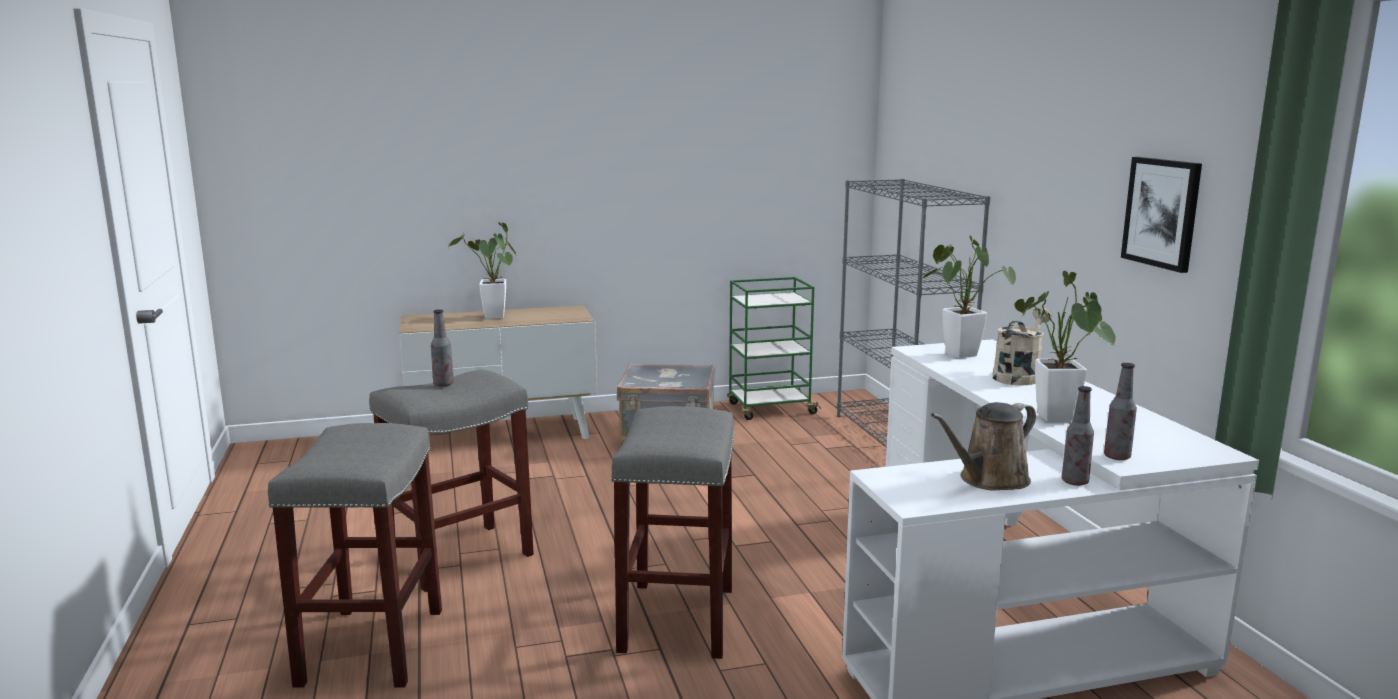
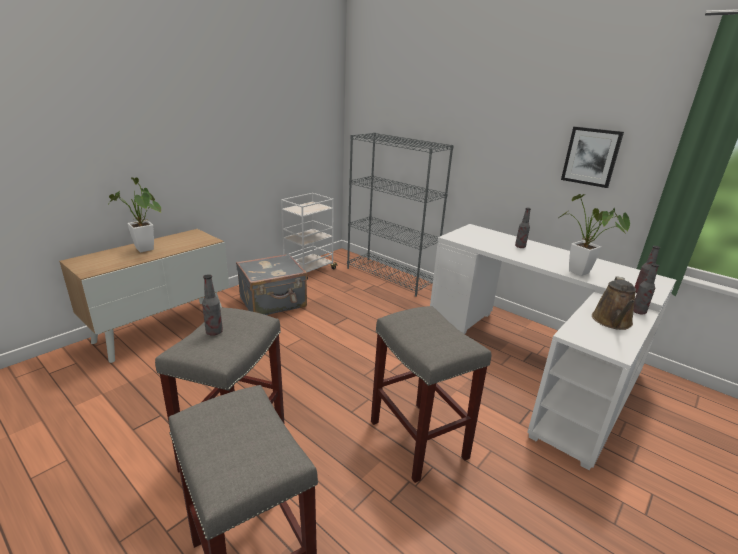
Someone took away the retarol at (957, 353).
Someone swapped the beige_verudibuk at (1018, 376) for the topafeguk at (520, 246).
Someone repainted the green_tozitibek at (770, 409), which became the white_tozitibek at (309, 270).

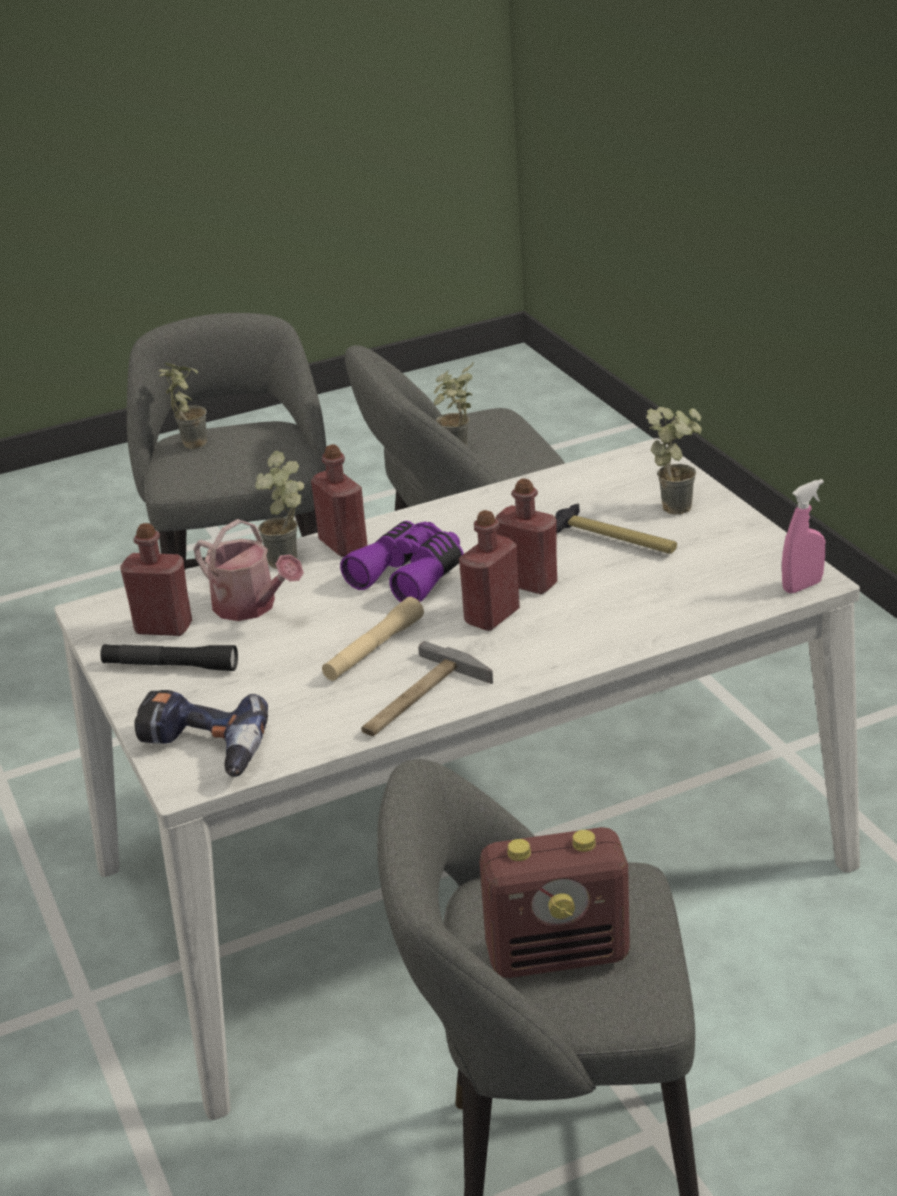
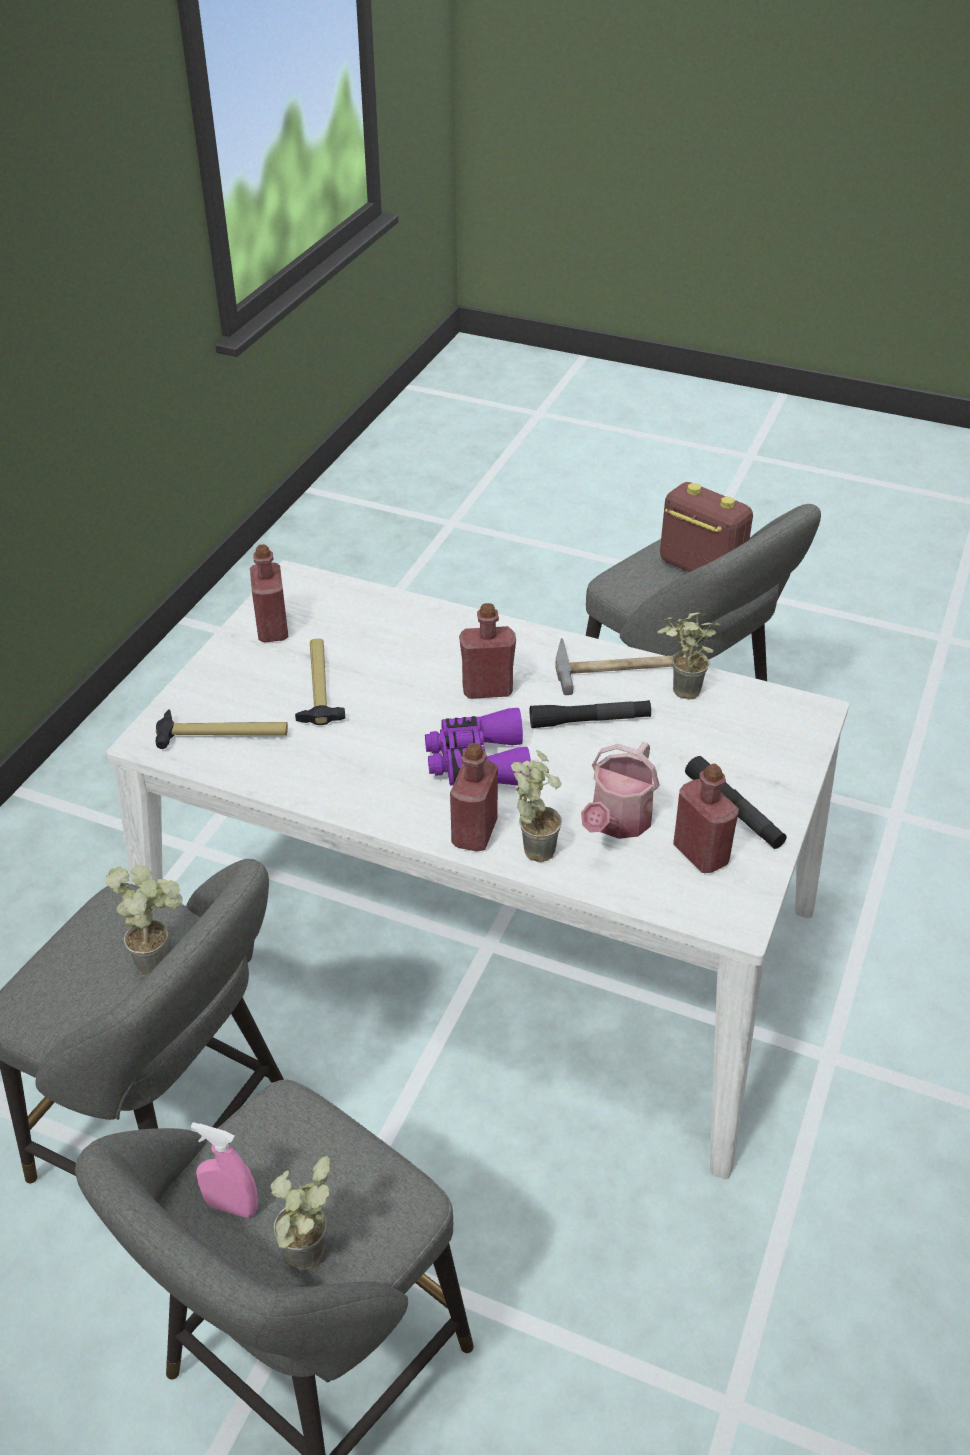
Someone took away the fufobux at (202, 751).
Someone put down the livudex at (223, 735).
Someone carried the red_topafeguk from (528, 583) to (272, 629).
Someone carried the retarol from (677, 504) to (679, 694).
Someone carried the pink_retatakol from (802, 586) to (231, 1206).
Someone repainted the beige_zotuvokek at (374, 649), which became the black_zotuvokek at (589, 721).
Someone rotated the verudibuk at (251, 607) by 150 degrees counterclockwise.

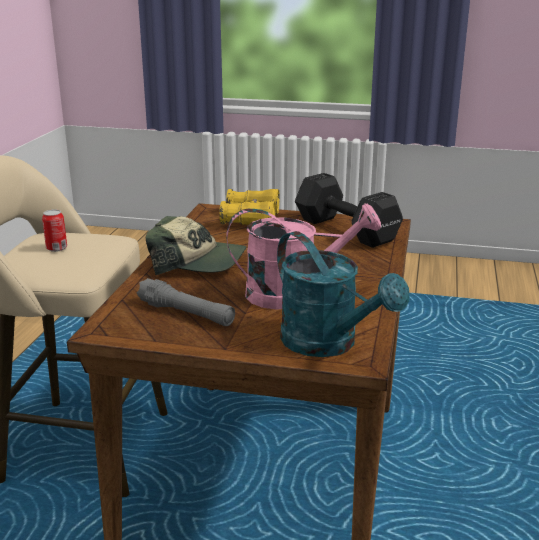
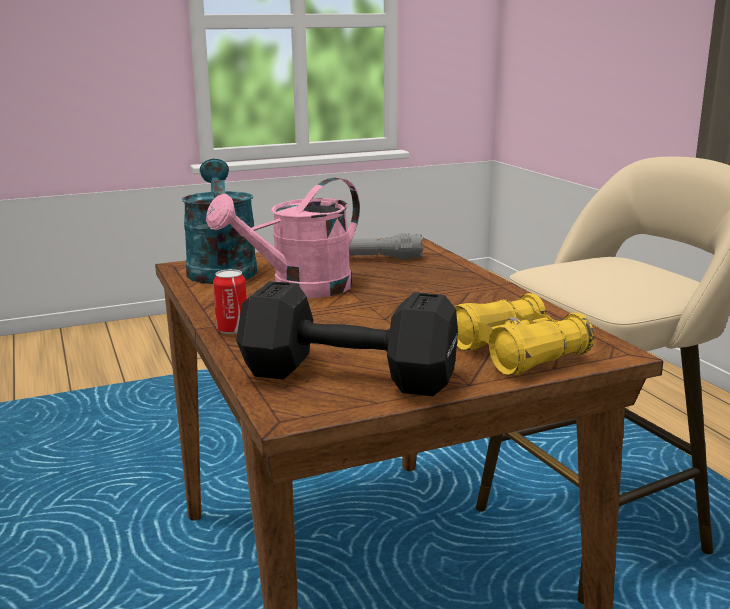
Someone took away the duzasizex at (197, 262).
Someone carried the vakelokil from (56, 248) to (232, 329).
Someone rotated the turquoise_verudibuk at (328, 344) by 60 degrees clockwise.

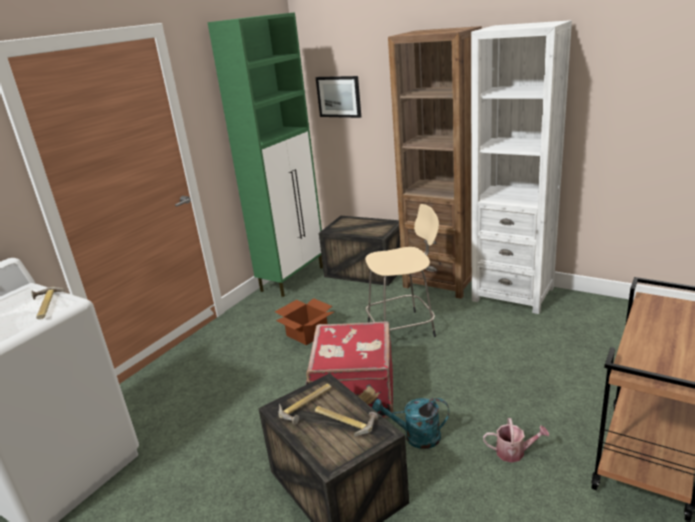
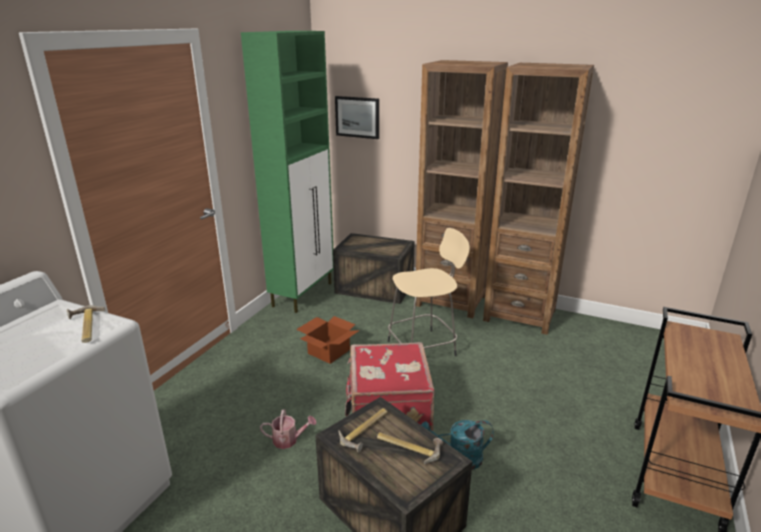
Someone carried the verudibuk from (514, 452) to (289, 440).
Someone repainted the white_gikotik at (513, 294), which became the brown_gikotik at (519, 315).

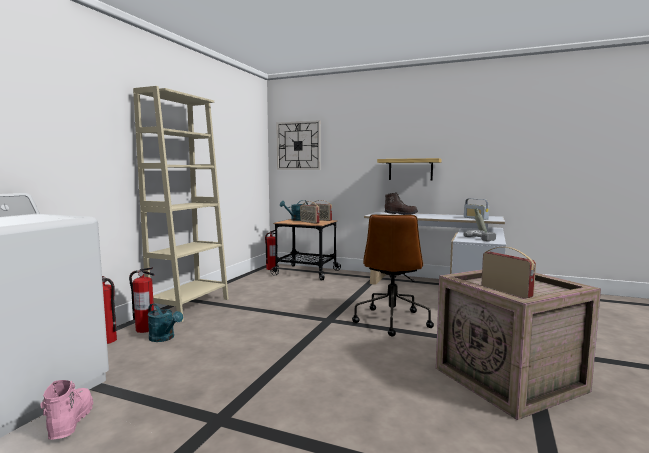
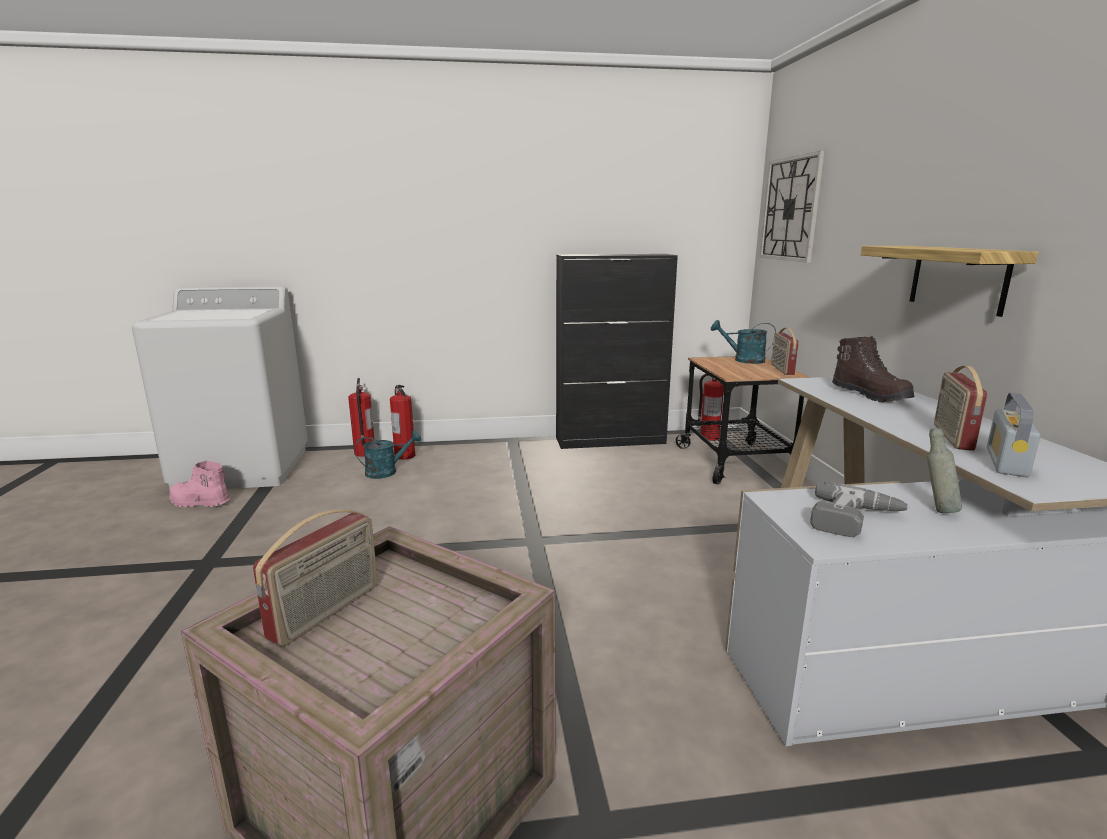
Someone took away the beige_gikotik at (190, 307).
Someone took away the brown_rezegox at (391, 320).
Someone put down the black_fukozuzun at (611, 440).
Someone carried the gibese from (309, 222) to (951, 437).
Someone rotated the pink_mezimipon at (70, 421) by 120 degrees counterclockwise.
Someone rotated the turquoise_verudibuk at (164, 338) by 120 degrees counterclockwise.

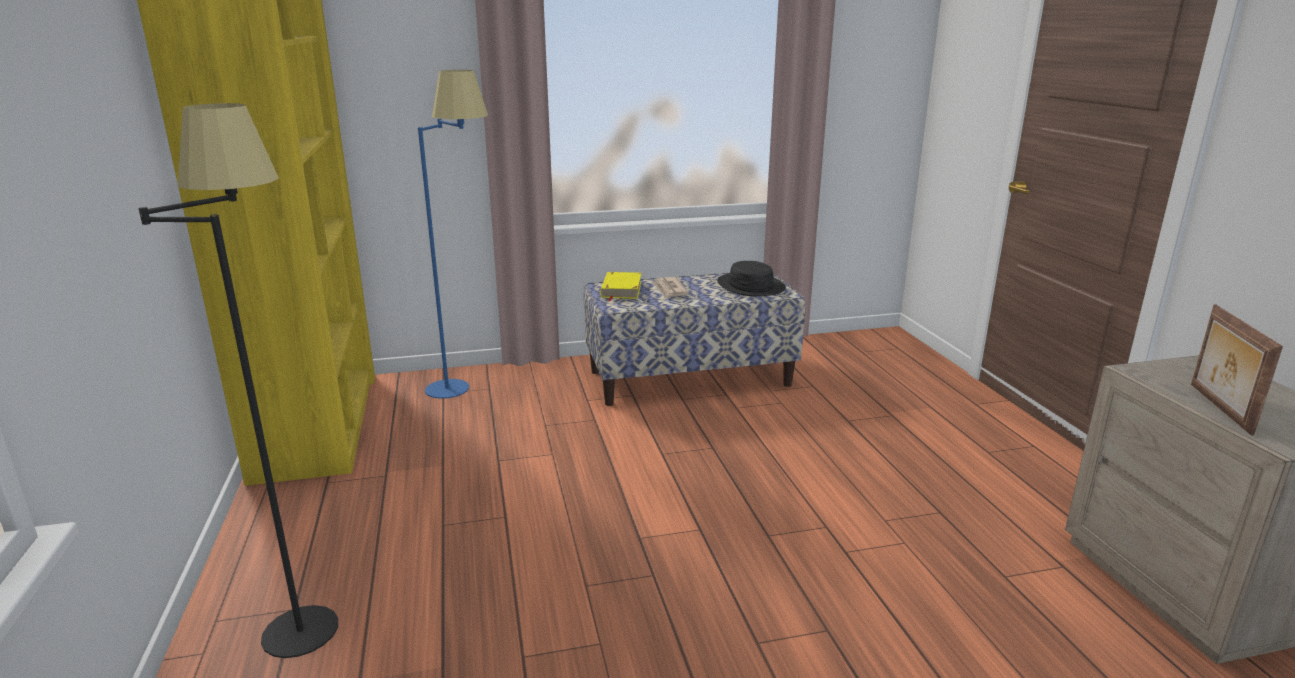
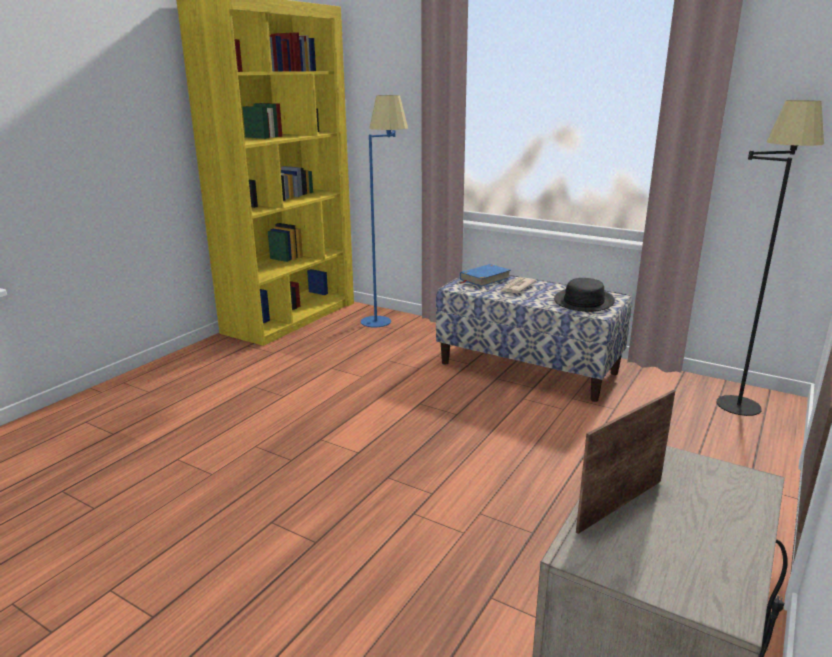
Someone carried the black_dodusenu from (303, 609) to (739, 397).
Someone repainted the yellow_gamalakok at (621, 289), which became the blue_gamalakok at (484, 278).

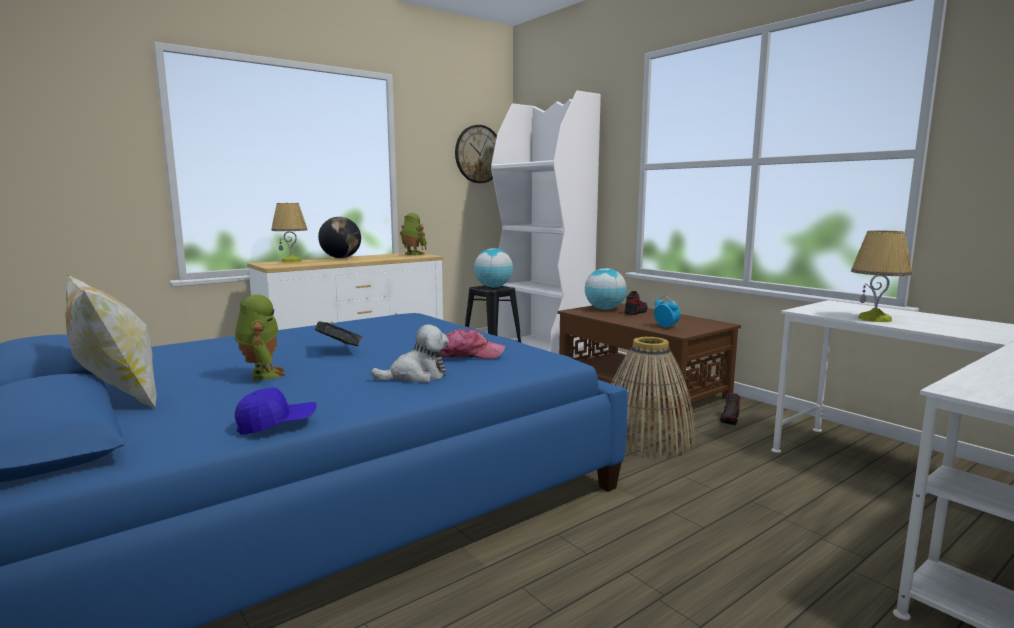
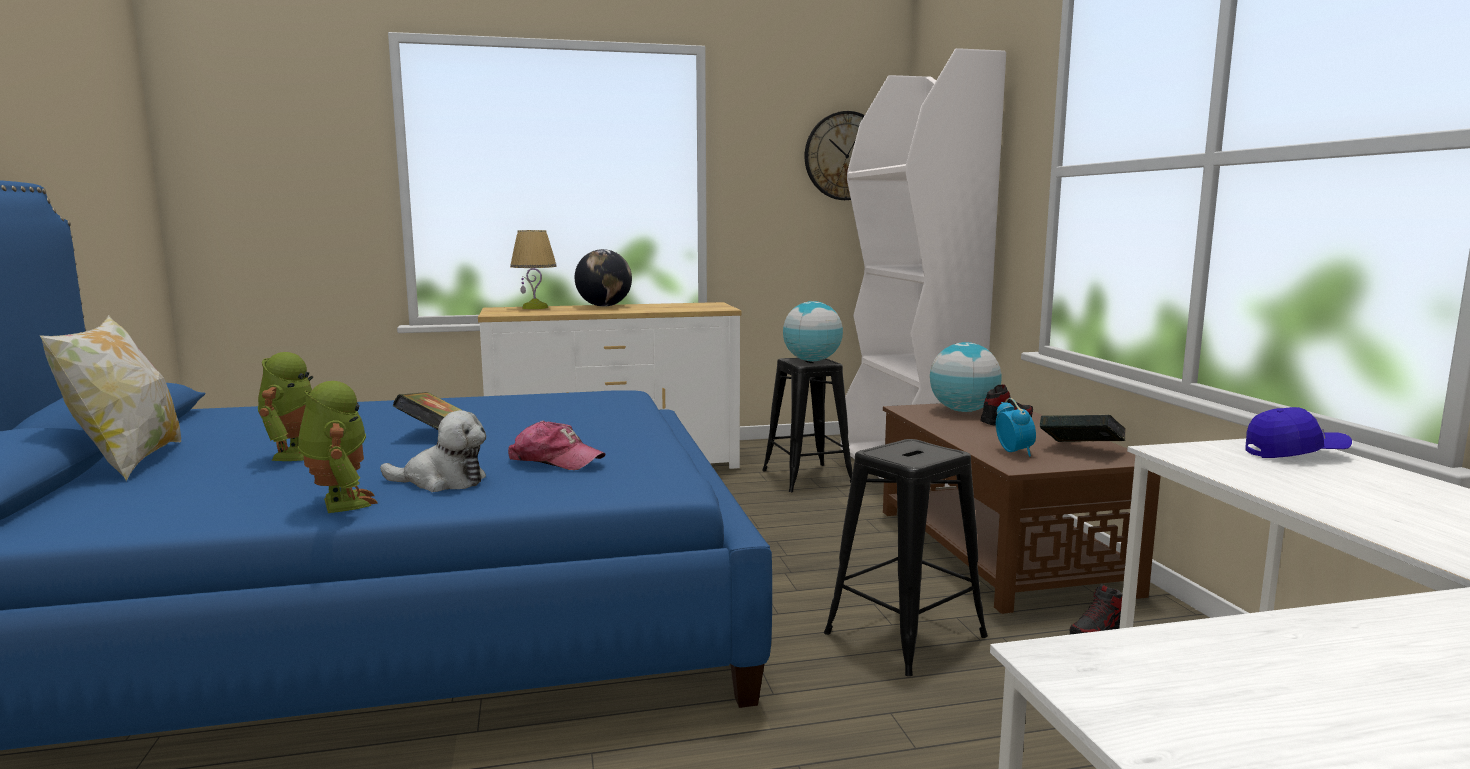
Someone took away the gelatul at (875, 319).
Someone put down the gamalakok at (1080, 450).
Someone carried the blue_duzasizex from (277, 425) to (1294, 454).
Someone carried the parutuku from (413, 254) to (340, 503).
Someone swapped the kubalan at (646, 438) for the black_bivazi at (904, 635).

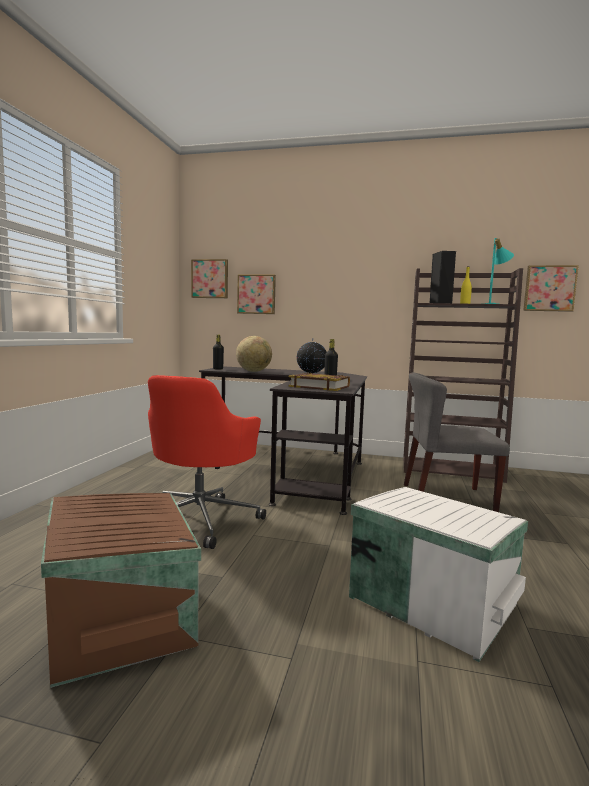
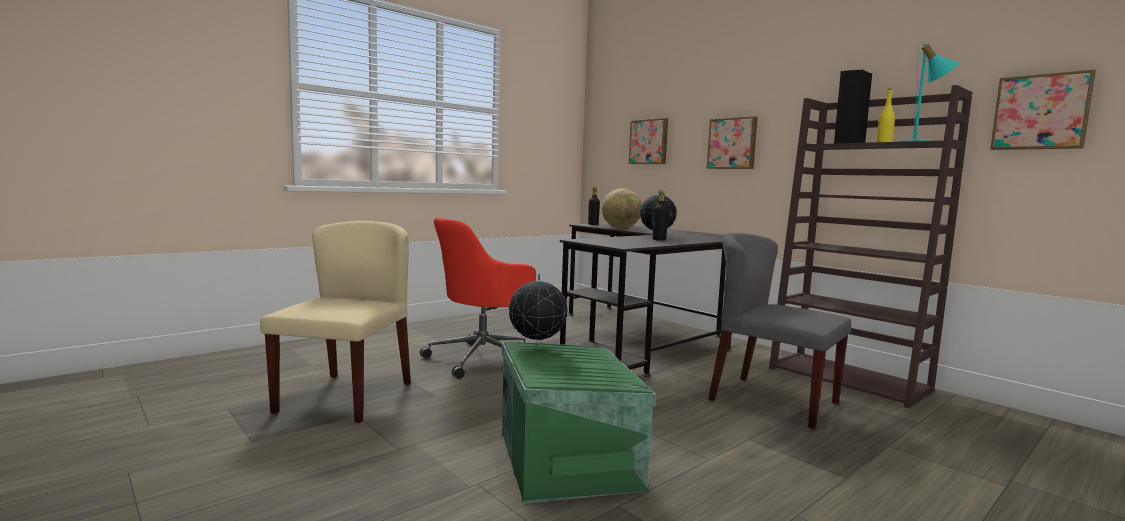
Someone took away the gamalakok at (319, 386).
Someone put down the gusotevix at (537, 346).
Someone carried the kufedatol from (210, 279) to (732, 143).
Someone swapped the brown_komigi at (124, 615) for the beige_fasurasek at (345, 396).
Someone repainted the white_komigi at (432, 598), which became the green_komigi at (570, 459).

